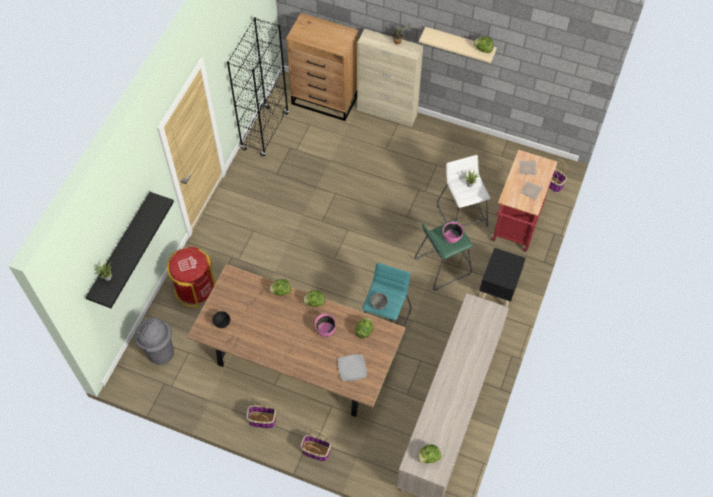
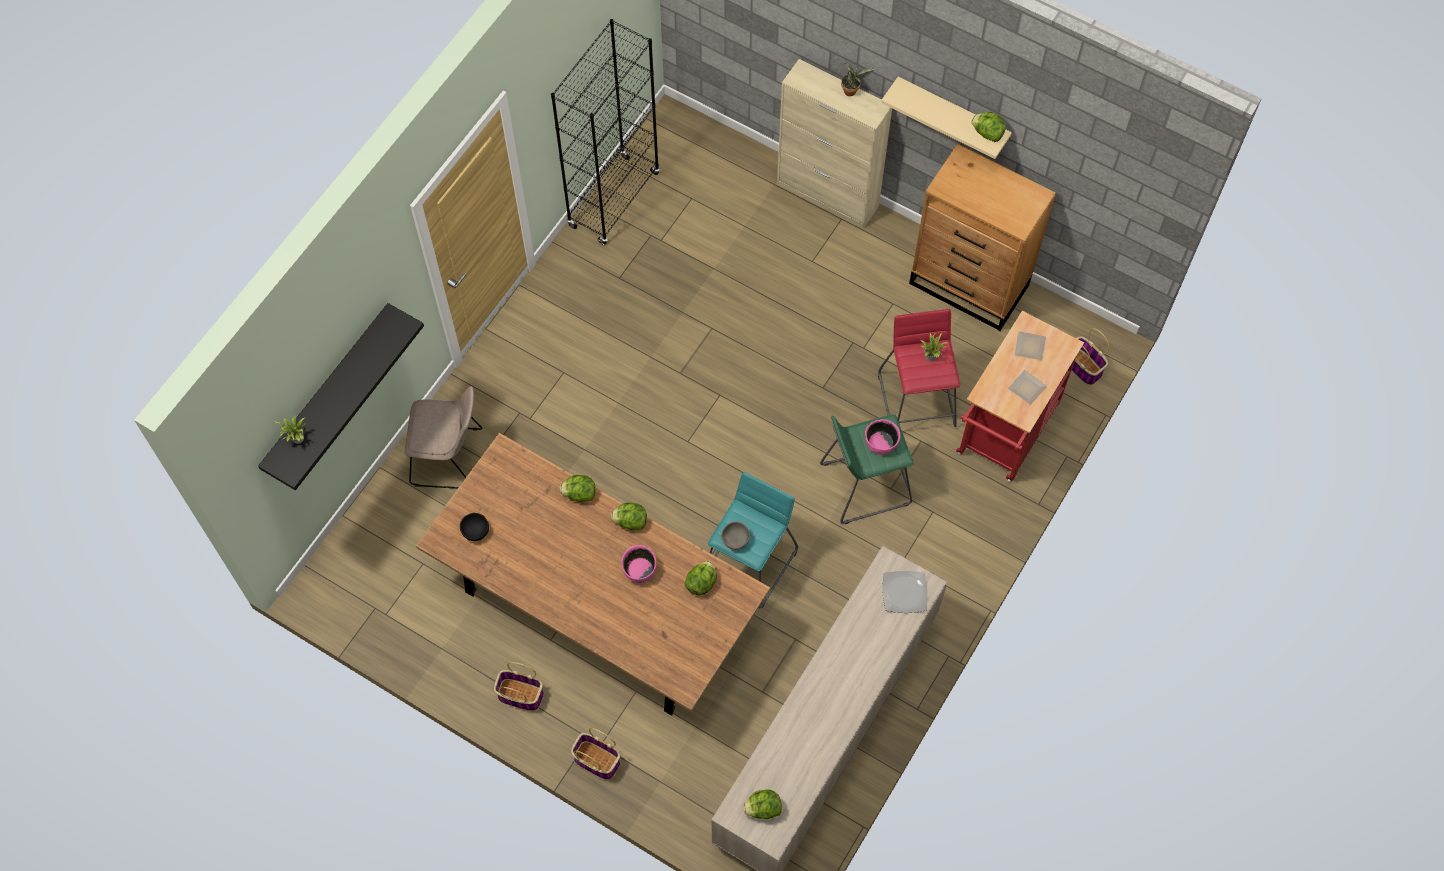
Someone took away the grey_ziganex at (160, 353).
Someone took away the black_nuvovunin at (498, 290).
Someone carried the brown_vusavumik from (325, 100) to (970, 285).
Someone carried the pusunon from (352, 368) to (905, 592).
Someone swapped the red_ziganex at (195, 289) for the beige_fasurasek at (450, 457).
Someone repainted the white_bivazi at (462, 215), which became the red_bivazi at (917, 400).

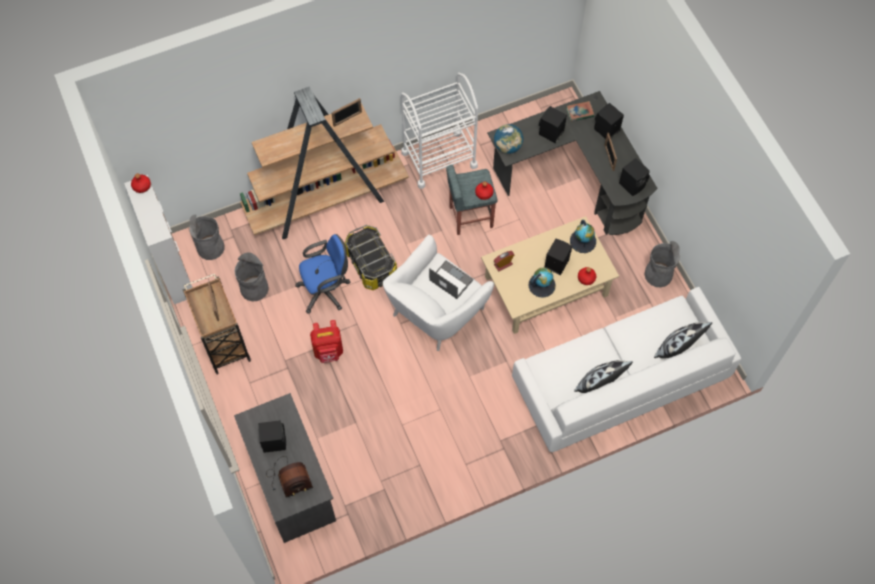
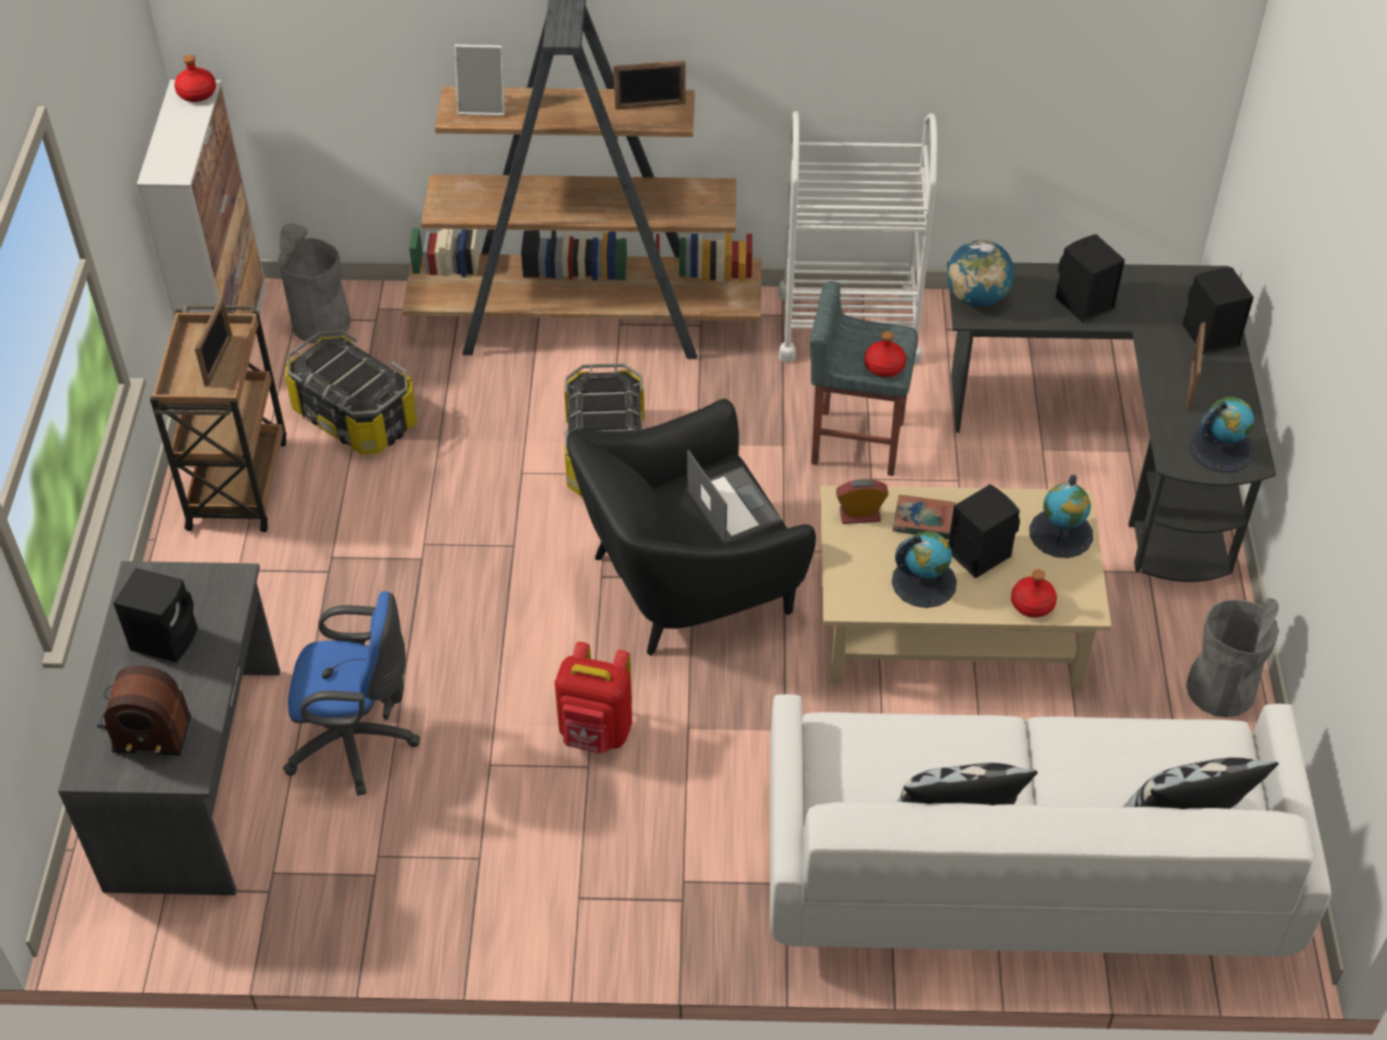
Someone put down the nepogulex at (483, 105).
Someone carried the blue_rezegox from (326, 290) to (358, 742).
Someone carried the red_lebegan from (328, 351) to (596, 733).
Someone carried the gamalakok from (580, 112) to (923, 520).
Someone swapped the grey_ziganex at (254, 288) for the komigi at (356, 416).
Someone swapped the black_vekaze at (633, 184) for the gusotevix at (1221, 448).
Someone repainted the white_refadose at (436, 311), which became the black_refadose at (688, 581).

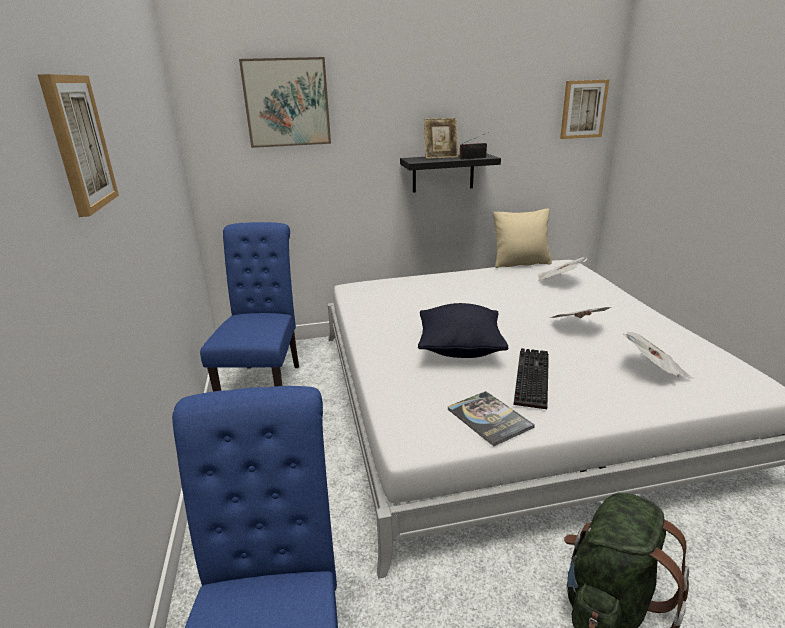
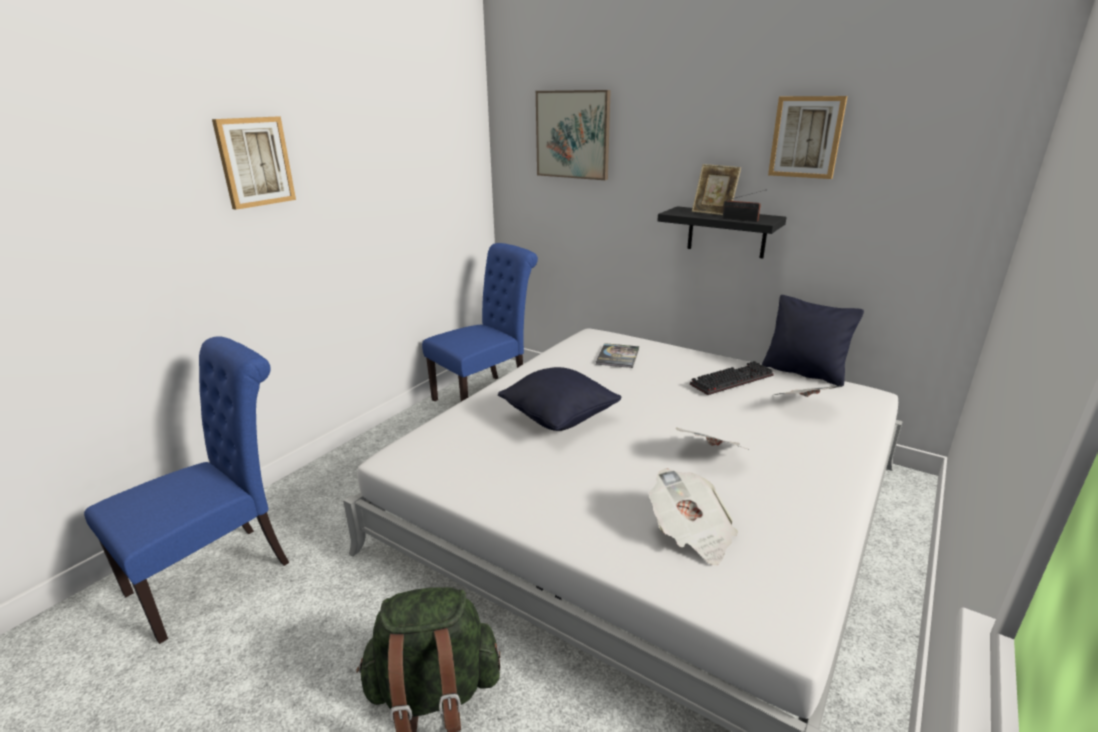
Someone carried the gamalakok from (489, 418) to (617, 356).
Someone carried the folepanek from (530, 378) to (731, 379).
Someone carried the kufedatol from (583, 109) to (806, 137).
Someone repainted the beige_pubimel at (520, 263), which became the black_pubimel at (804, 372).

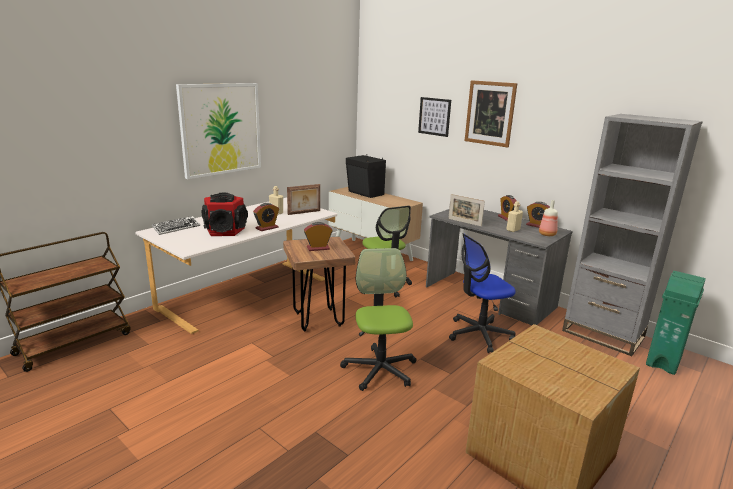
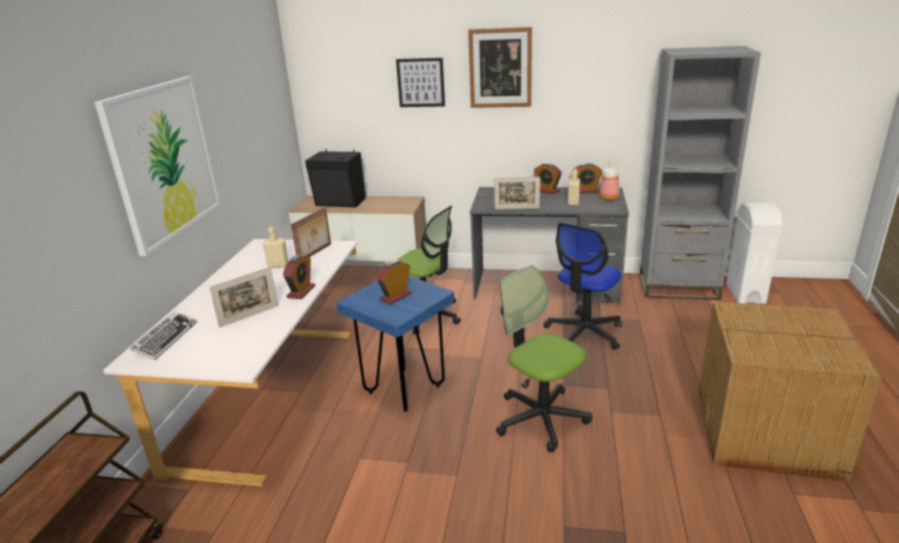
Someone swapped the vekaze at (225, 230) for the nepogulex at (249, 316).
Someone repainted the brown_bivazi at (318, 320), which became the blue_bivazi at (404, 390).
Someone repainted the green_ziganex at (664, 361), which became the white_ziganex at (745, 294).

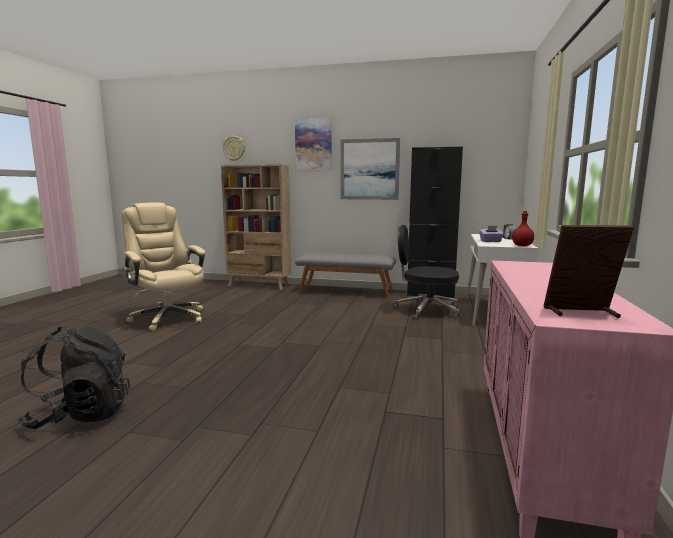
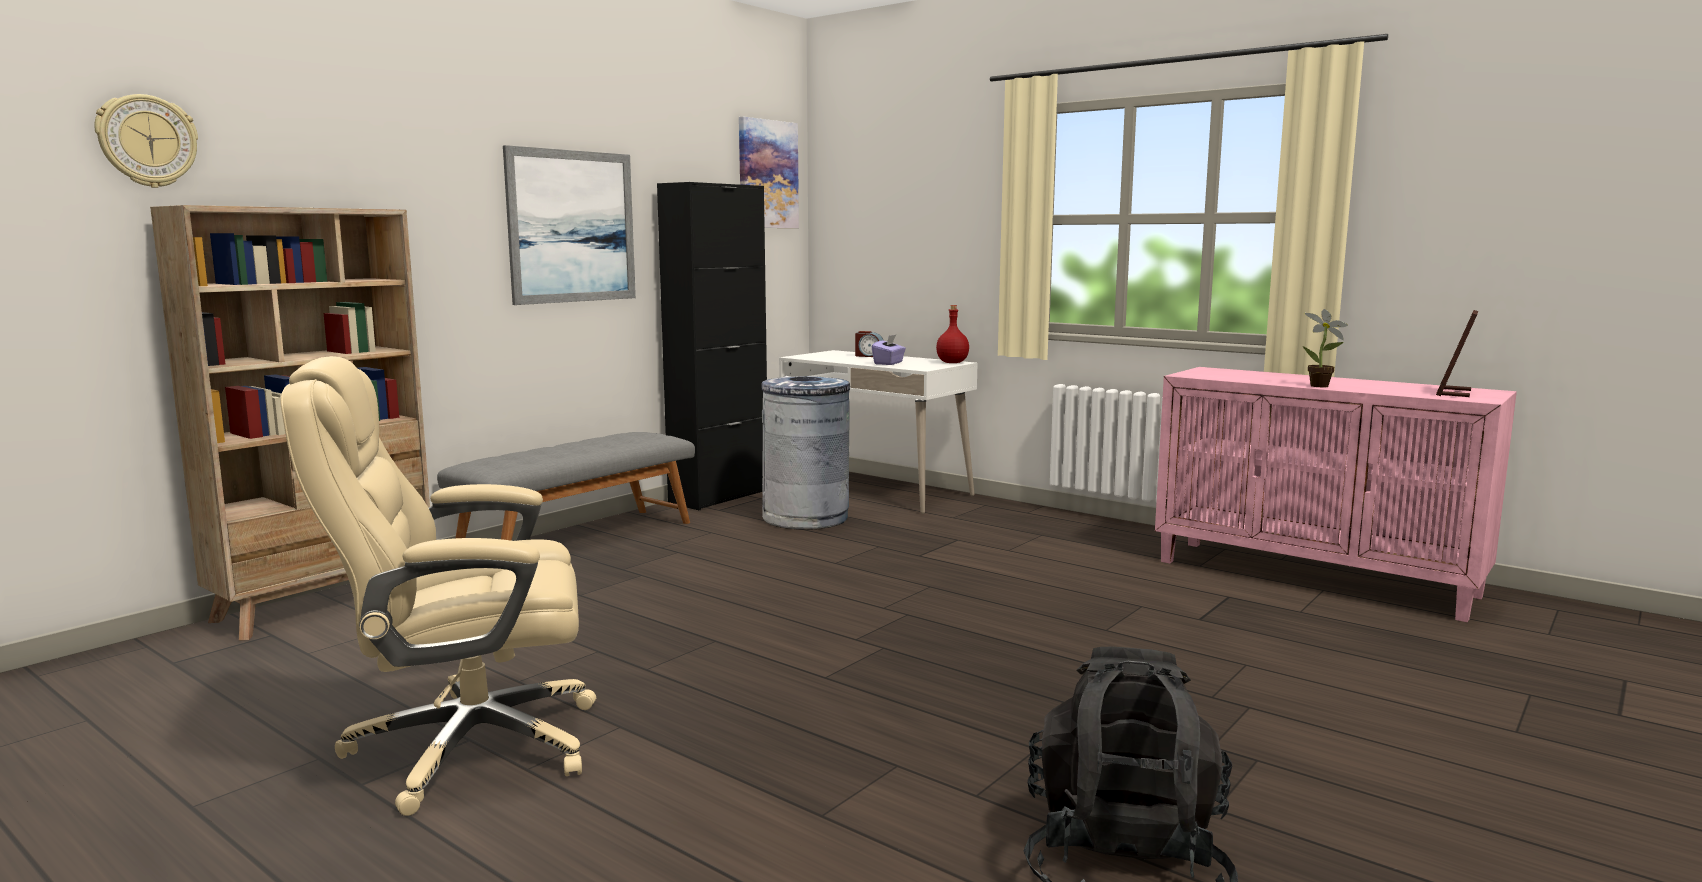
Someone put down the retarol at (1321, 386).
Someone carried the kufedatol from (313, 145) to (767, 174).
Someone swapped the black_rezegox at (426, 310) for the grey_ziganex at (806, 518).

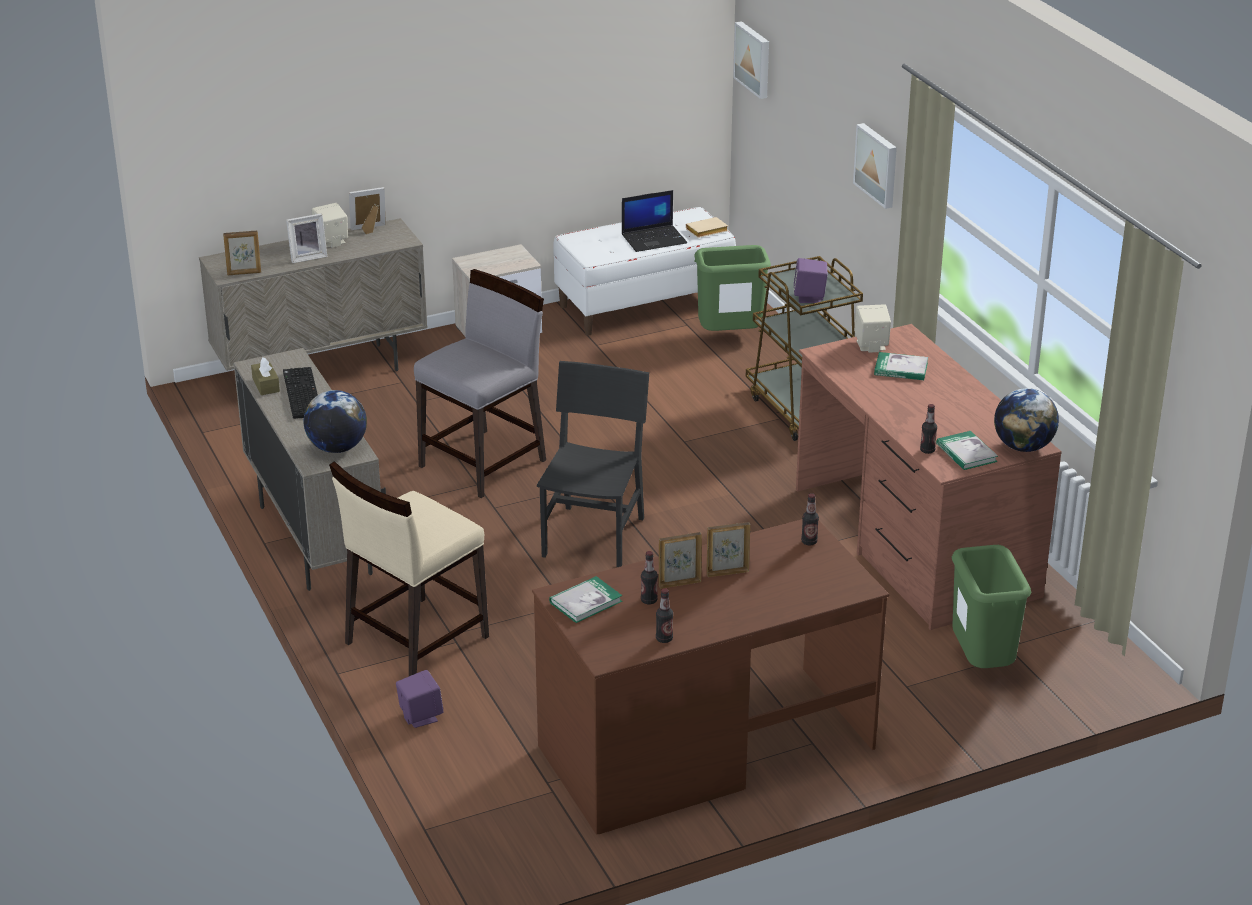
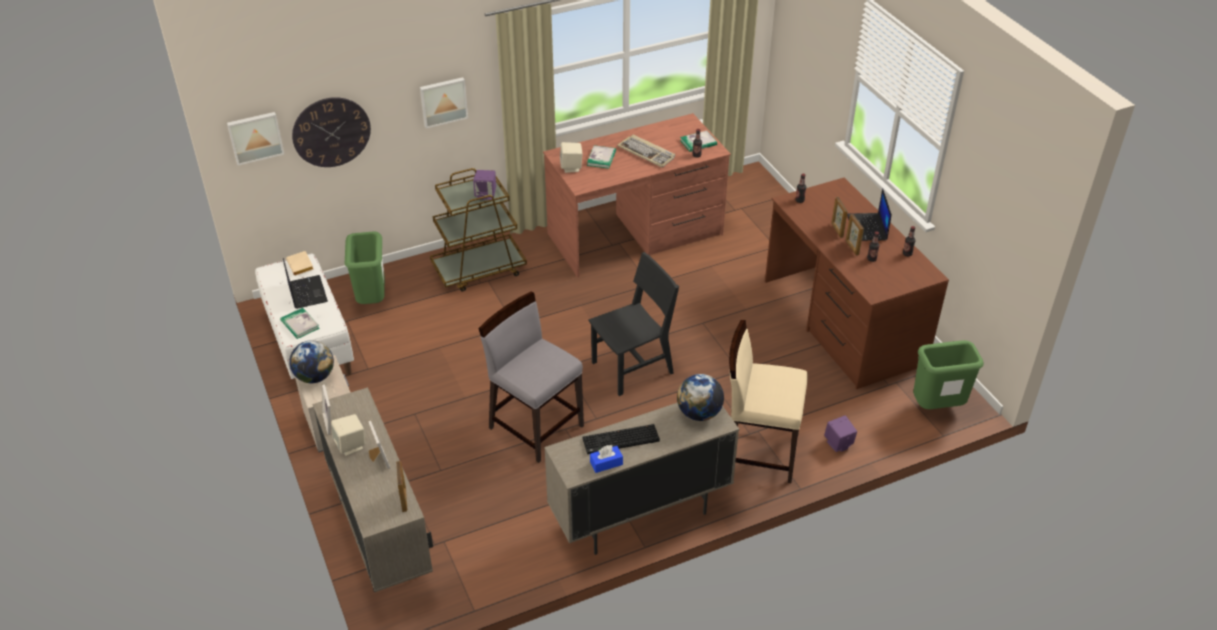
Someone put up the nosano at (331, 132).
Someone put down the folepanek at (647, 153).
Someone put down the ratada at (867, 228).
Someone carried the gamalakok from (585, 602) to (300, 324).
Someone carried the green_ziganex from (982, 664) to (937, 407).
Someone carried the gusotevix from (1023, 447) to (315, 377).
Someone repainted the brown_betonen at (266, 385), which became the blue_betonen at (606, 463).
Someone rotated the beige_fasurasek at (415, 640) by 150 degrees clockwise.
Someone rotated the black_fasurasek at (593, 537) by 135 degrees clockwise.

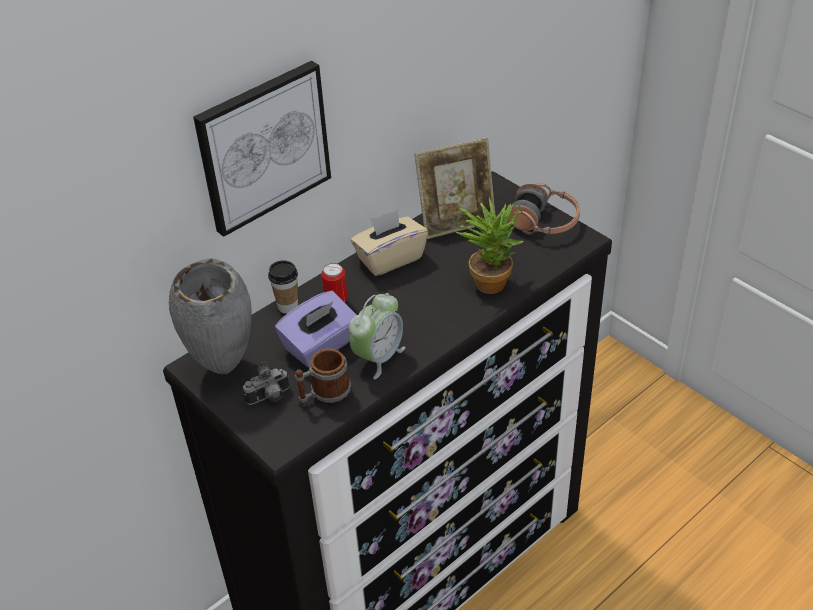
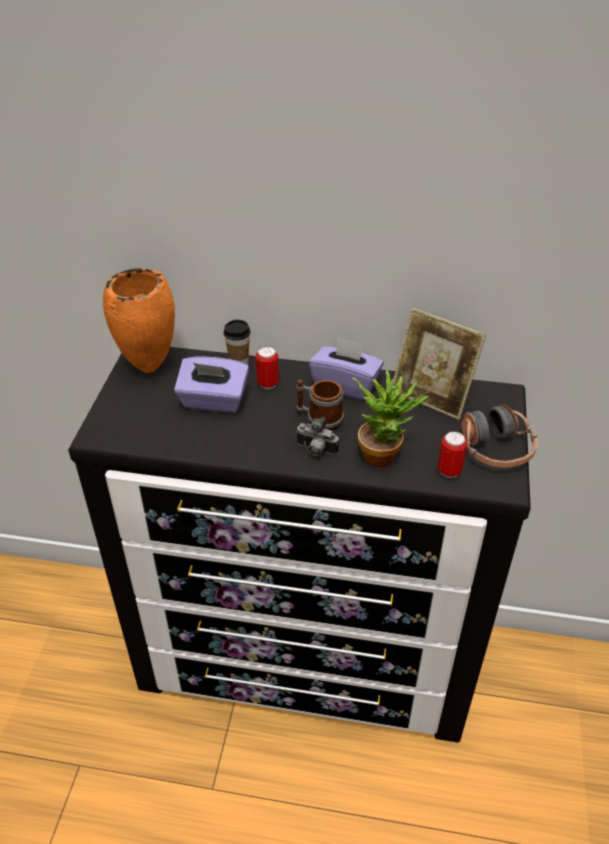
Someone took away the kufedatol at (263, 146).
Someone took away the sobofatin at (378, 357).
Someone put down the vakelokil at (449, 471).
Someone carried the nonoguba from (269, 398) to (315, 450).
Someone carried the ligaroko from (324, 396) to (319, 419).
Someone repainted the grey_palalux at (225, 368), which became the orange_palalux at (149, 369).
Someone repainted the beige_betonen at (390, 258), which became the purple_betonen at (346, 385).

